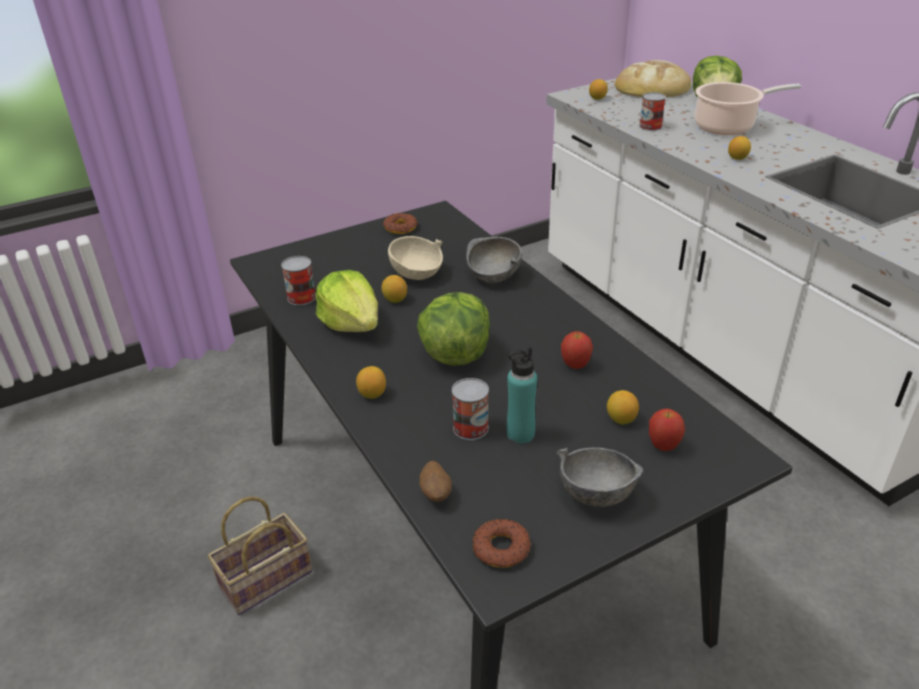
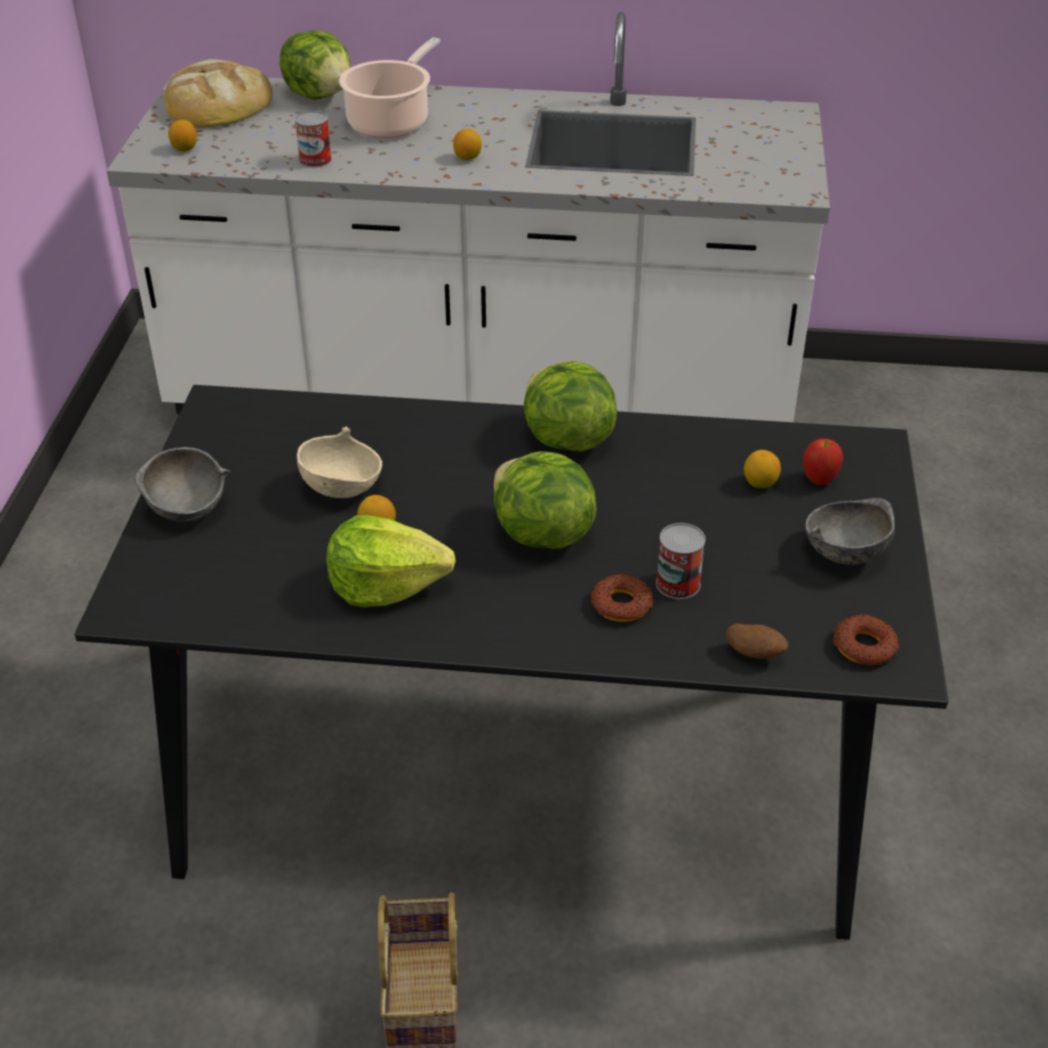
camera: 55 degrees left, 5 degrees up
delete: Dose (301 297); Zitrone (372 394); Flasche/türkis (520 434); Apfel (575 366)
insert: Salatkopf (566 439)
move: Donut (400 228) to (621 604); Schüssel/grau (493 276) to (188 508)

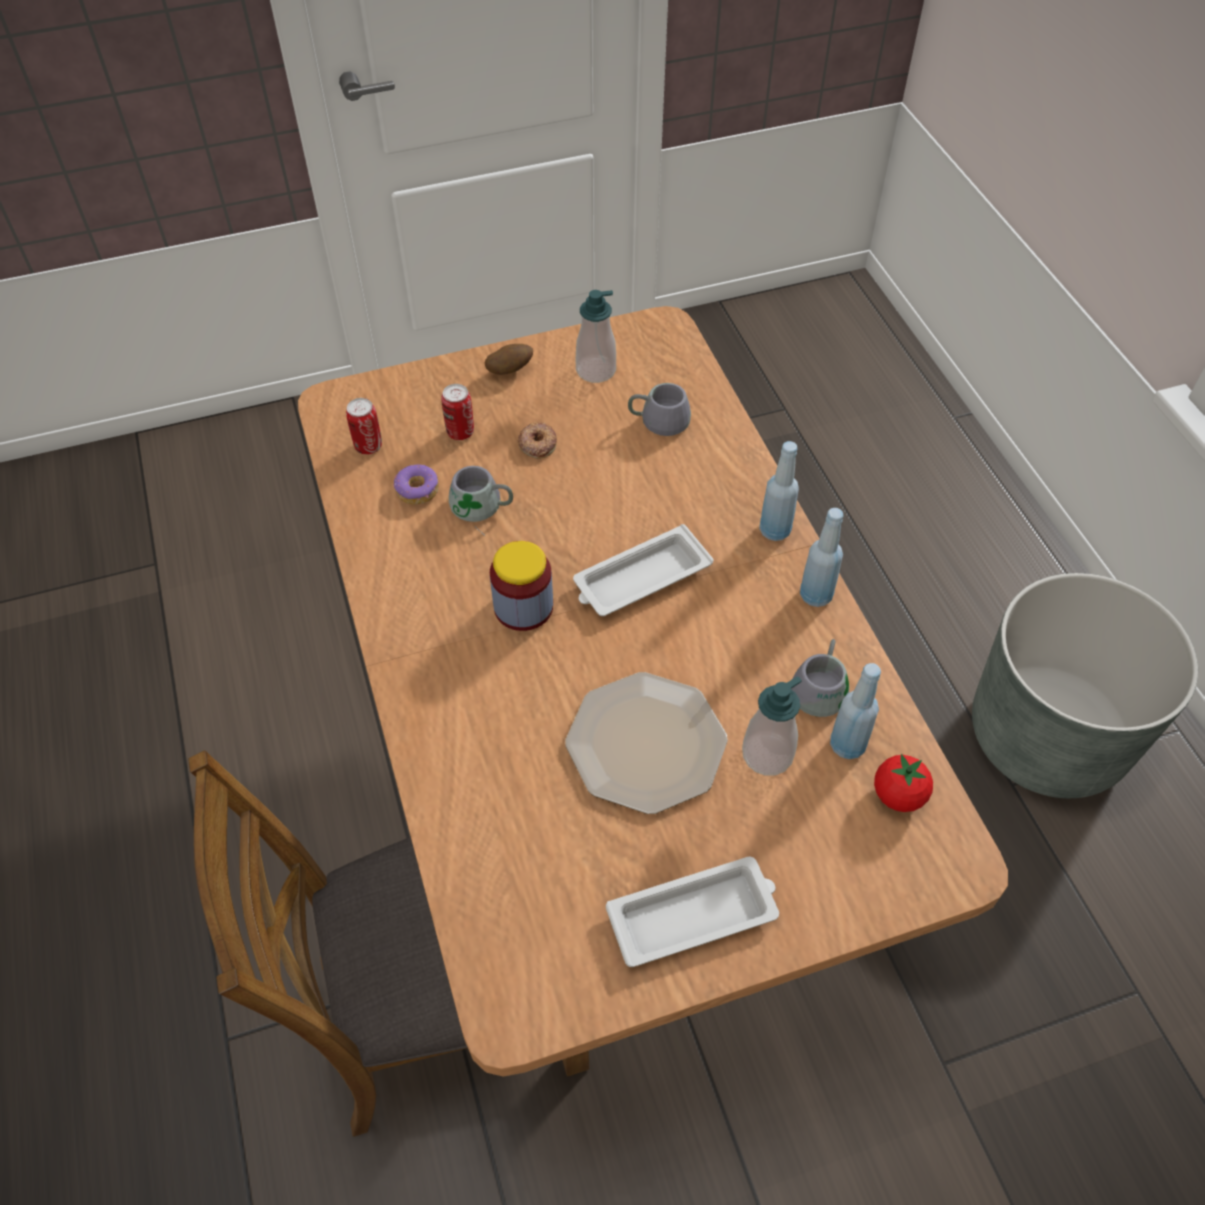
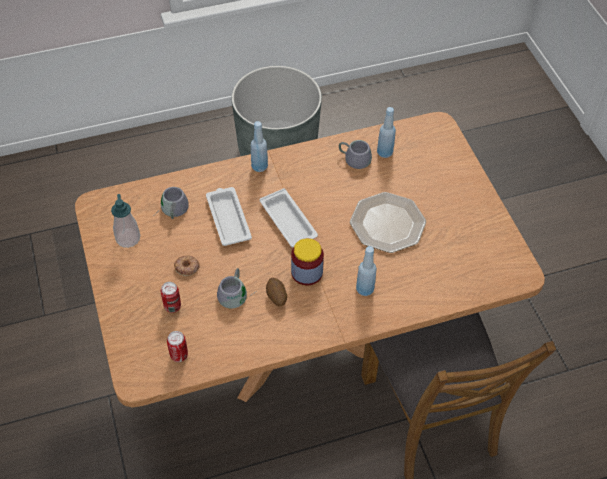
camera: 90 degrees left, 0 degrees up
delete: Donut (417 490); Seifenspender (767 754); Tomate (898 795)
move: Kartoffel (510 370) to (276 297); Tablett/weiß (695 915) to (228 218); Flasche/blau (815 595) to (365 289)

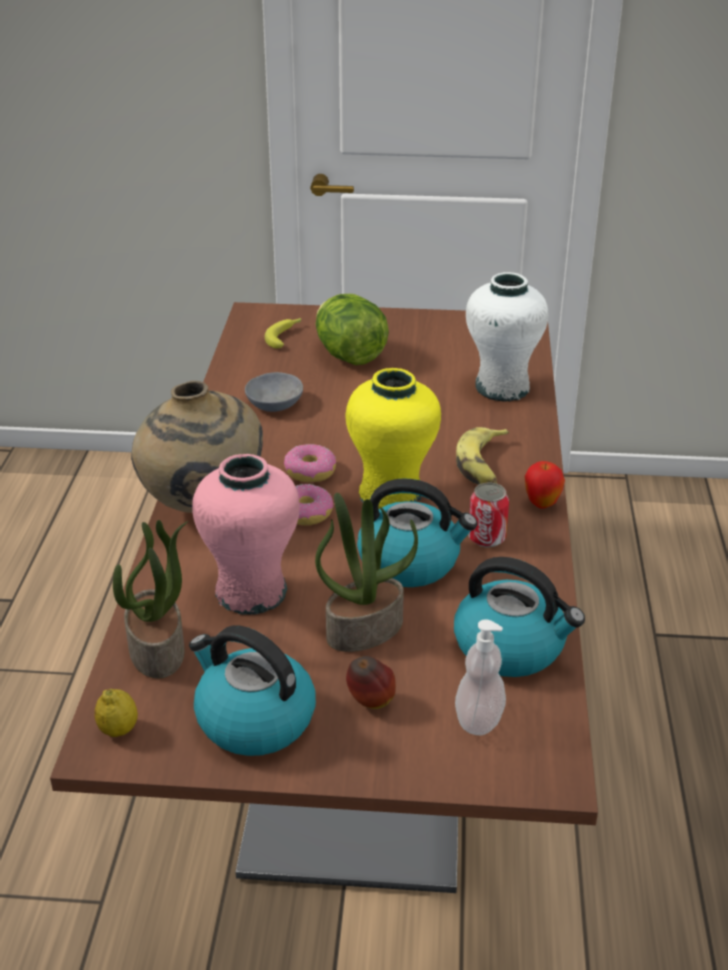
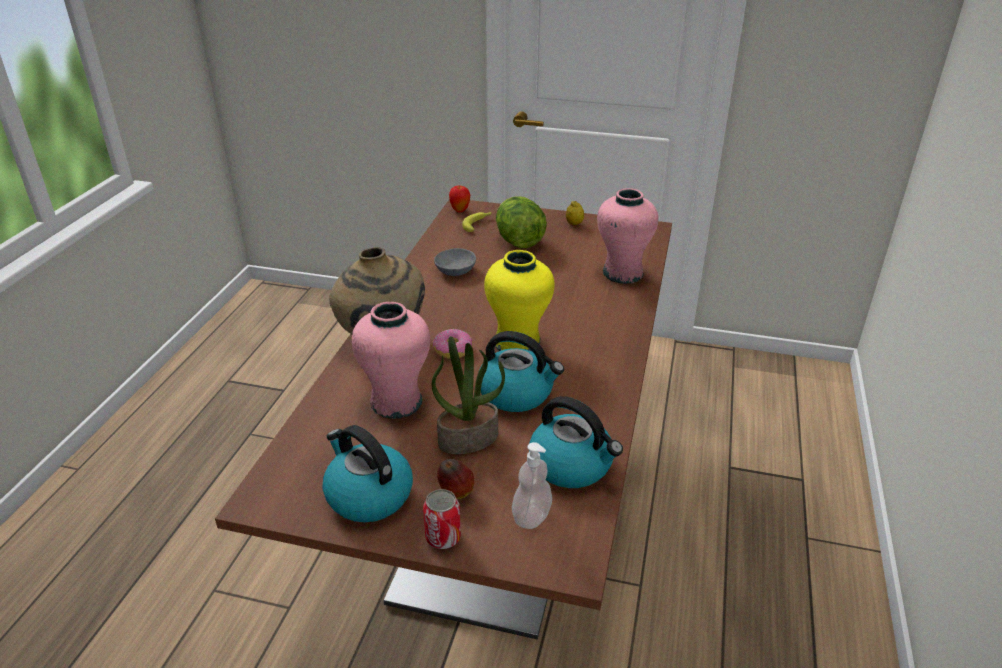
camera: 10 degrees right, 0 degrees up
delete: Topfpflanze (158 650); Donut (310 471); Banane (483 465)
move: Zitrone (118 730) to (574 224); Dose (486 538) to (443 537); Apfel (541 504) to (460 210)
recolor: Vase/weiß (502 387) to Vase/rosa (622 273)

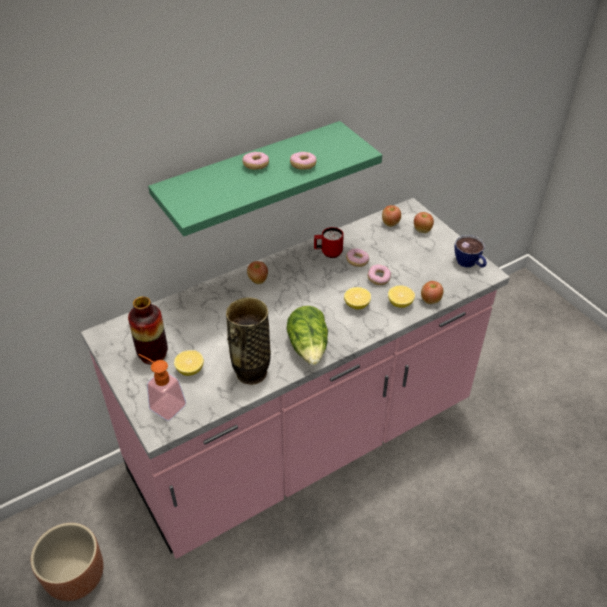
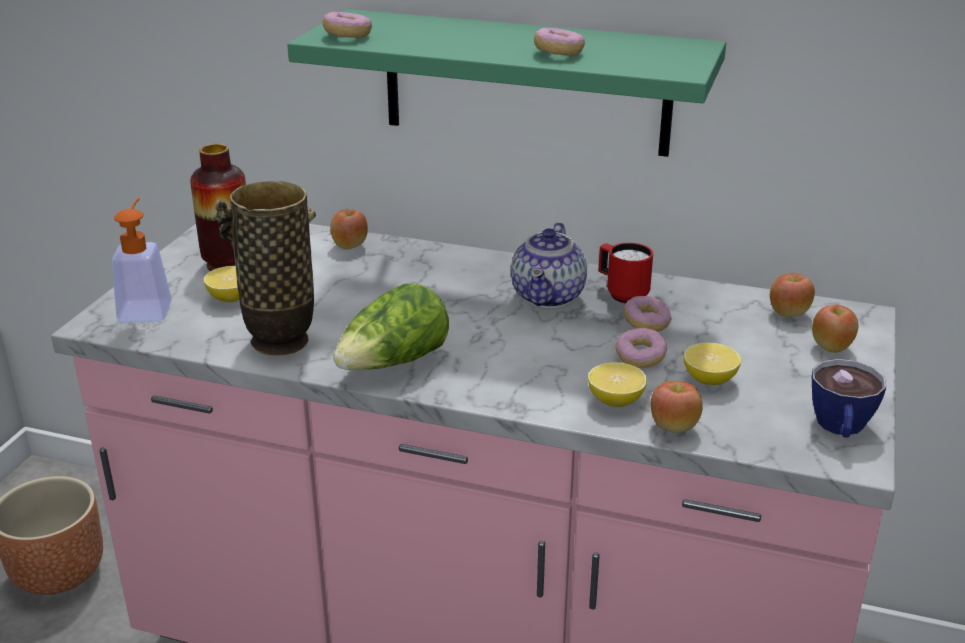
camera: 50 degrees right, 15 degrees down
insert: Teekanne (549 297)
move: Donut (256 166) to (348 36); Apfel (257 280) to (349 246); Zitrone (357 305) to (709 380)

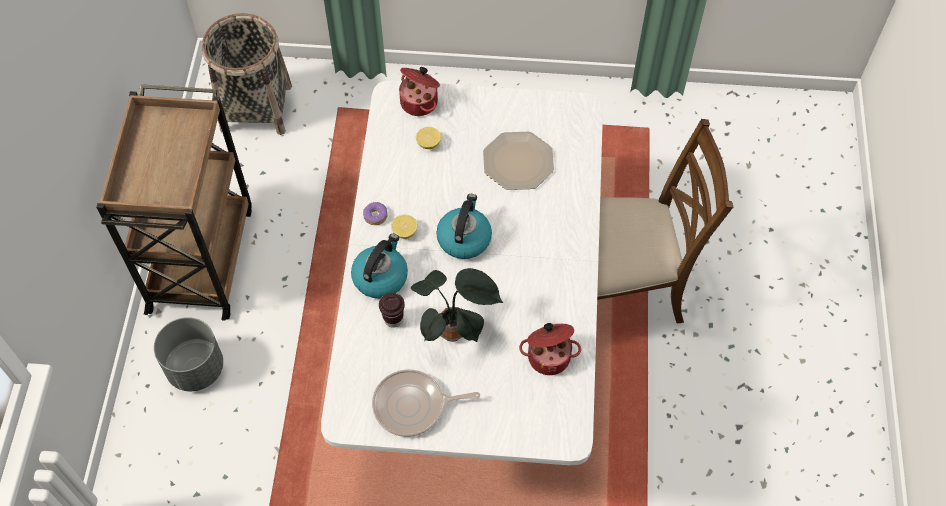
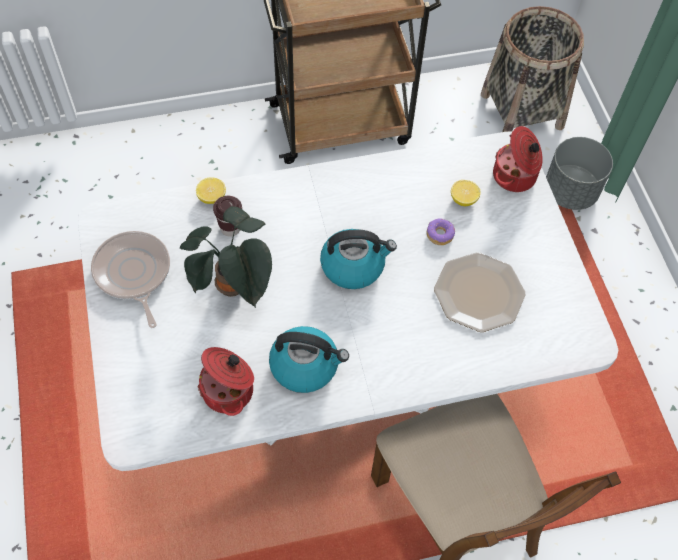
camera: 70 degrees right, 0 degrees up
move: Pflanzkübel/grau (195 368) to (570 191); Wasserkessel (380 277) to (305 366); Donut (375 216) to (439 234); Zitrone (404 232) to (212 197)

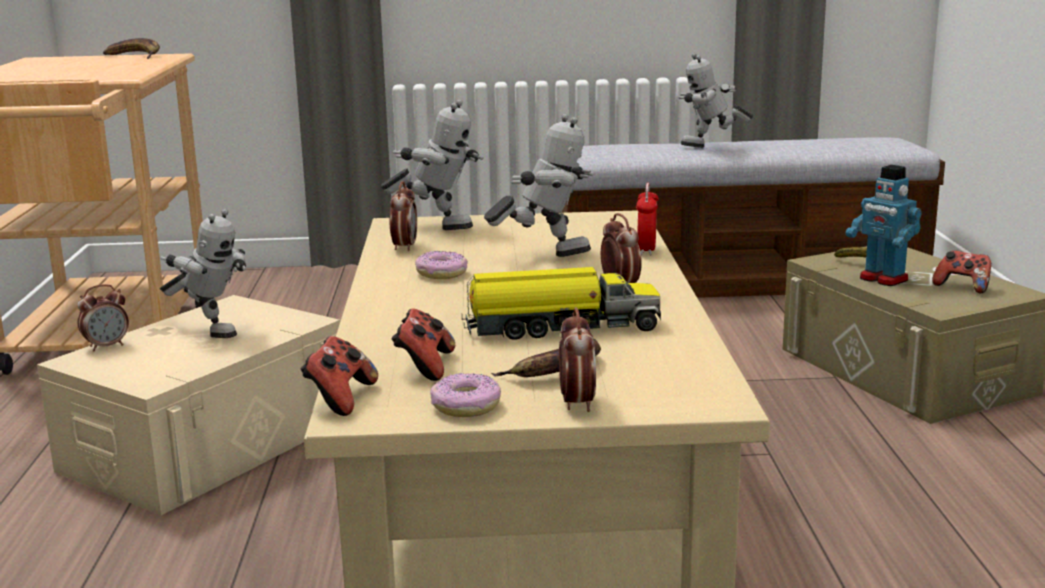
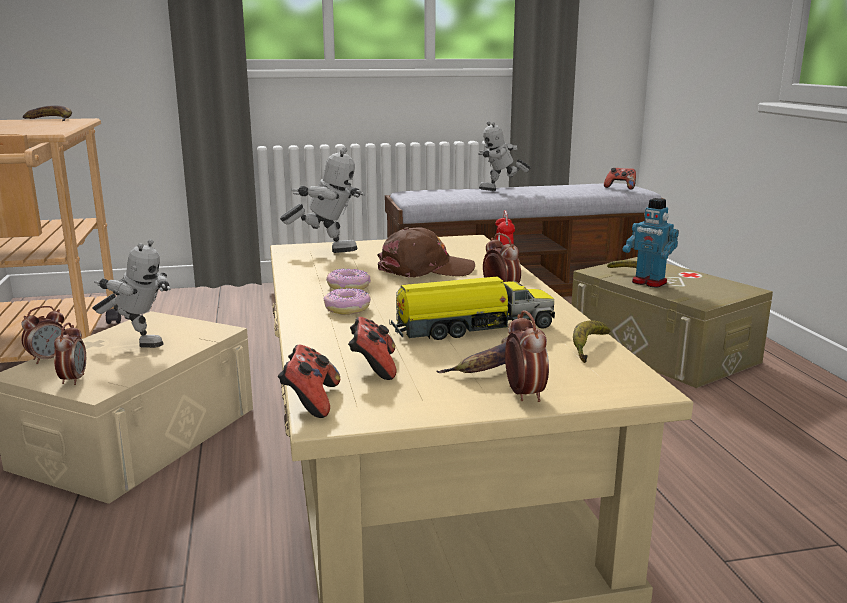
camera: 10 degrees left, 0 degrees up
insert: Banane (587 348)
move: Wecker (404 247) to (73 380); Donut (466 406) to (347 308); Gamepad (963 287) to (620 188)
replace: Spielzeugroboter (545 254) to Kappe/braun (425 269)

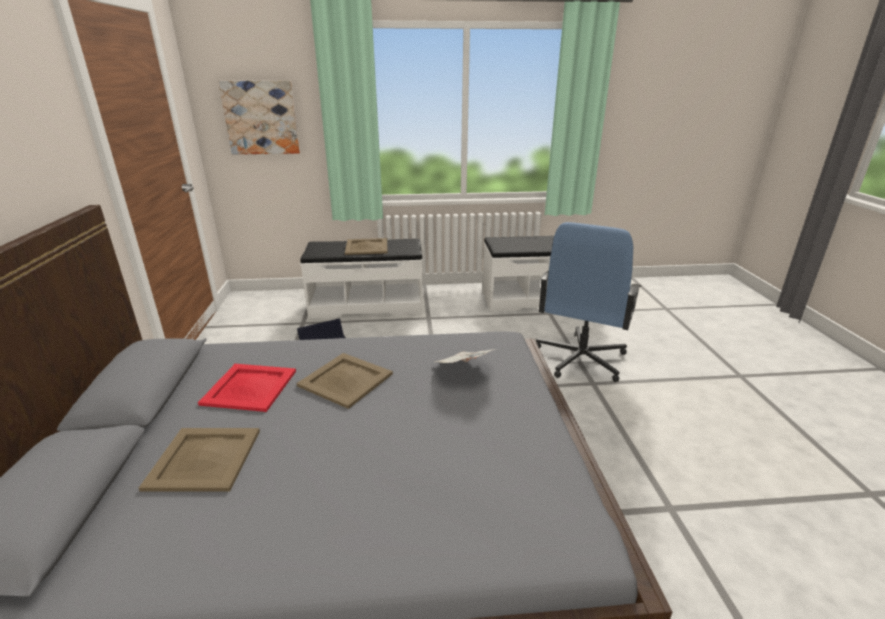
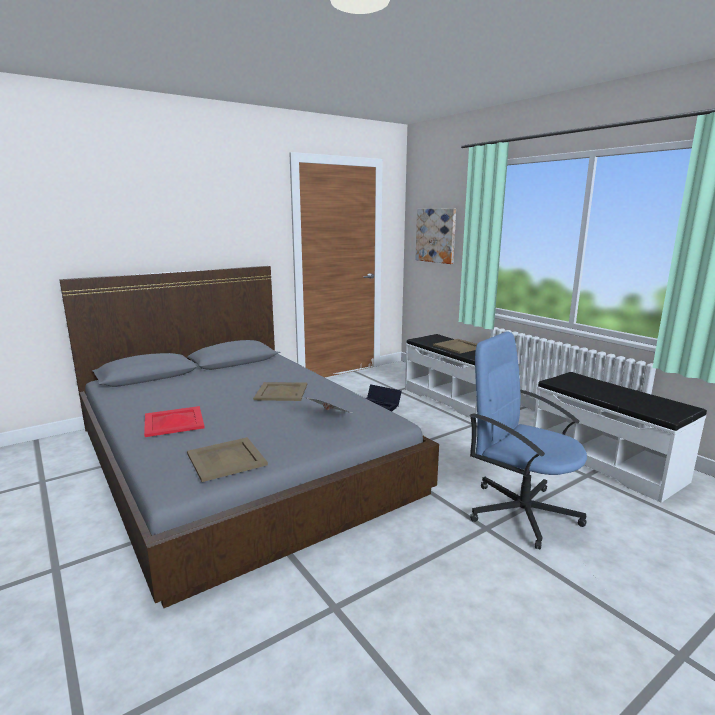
camera: 60 degrees right, 10 degrees down
move: Tablett/beige (205 458) to (227 459); Tablett/rot (249 387) to (174 421)
rotate: Bürostuhl/blau (580 359) = (521 511) 45 degrees clockwise

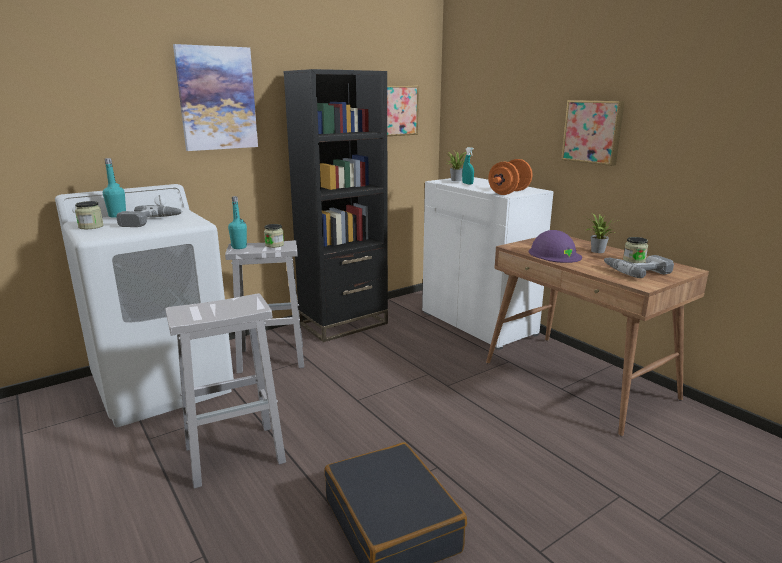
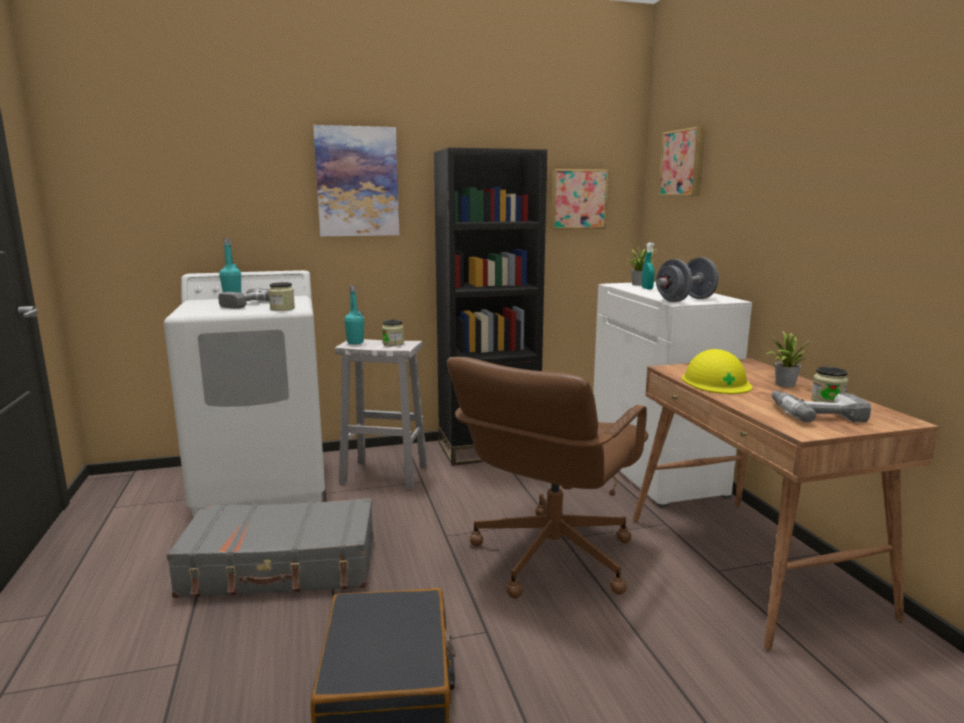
camera: 20 degrees right, 5 degrees down
insert: Bürostuhl/braun (550 556)
move: Vorratsglas (91 227) to (282 308); Bild (593 131) to (684 163)
replace: Hocker/weiß (236 454) to Koffer/grau (281 567)
recolor: Hantel/orange (509 192) to Hantel/grau (685 300); Schutzhelm/lila (554 254) to Schutzhelm/gelb (716 382)

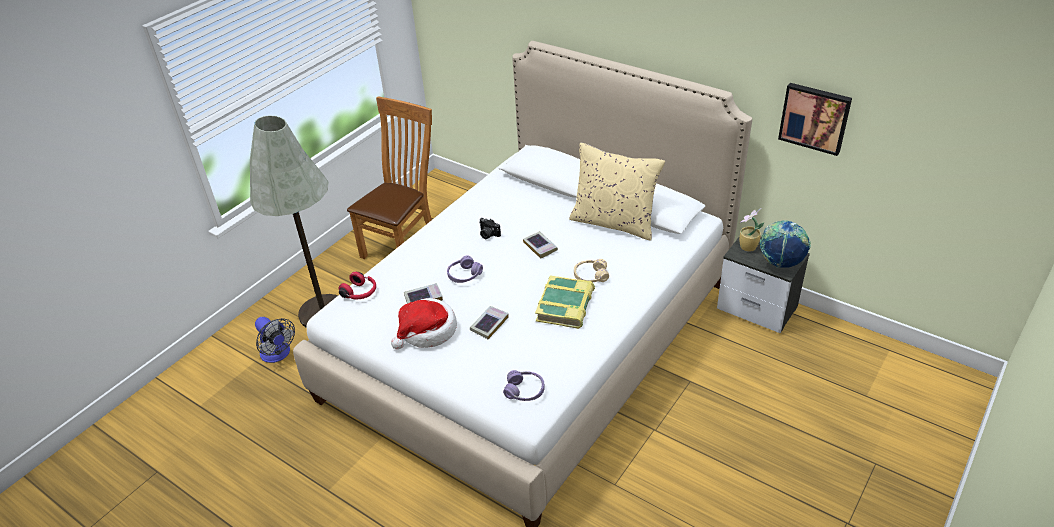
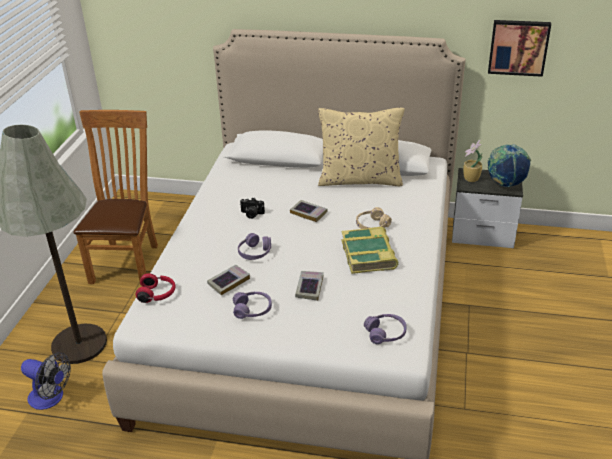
camera: 25 degrees left, 5 degrees down
replace: Hut (427 331) to Kopfhörer/lila (252 310)

